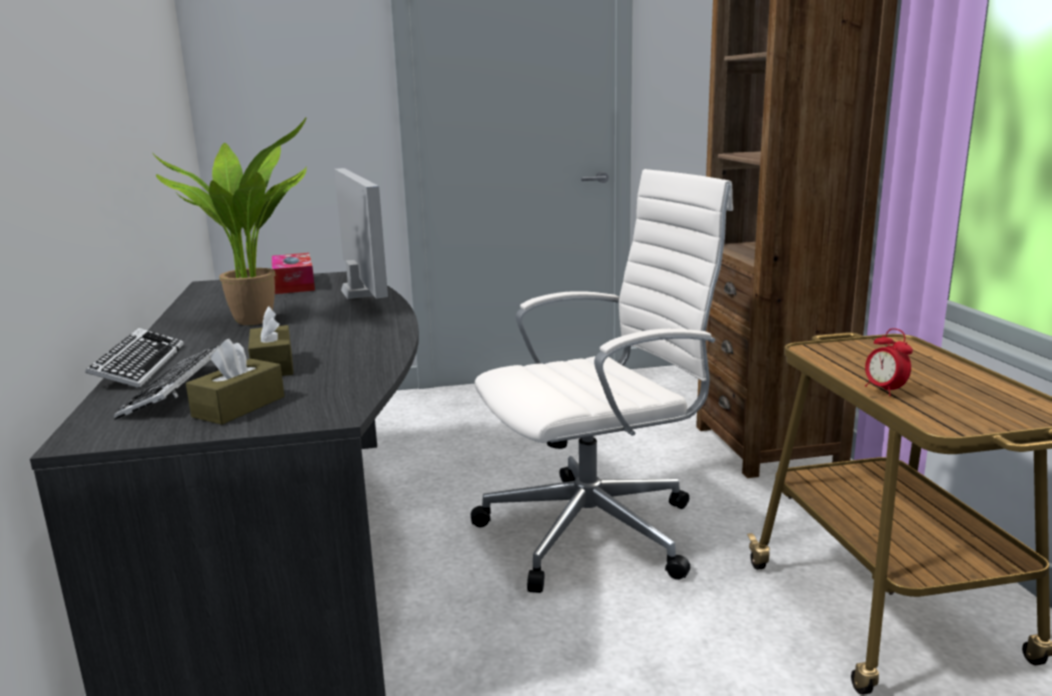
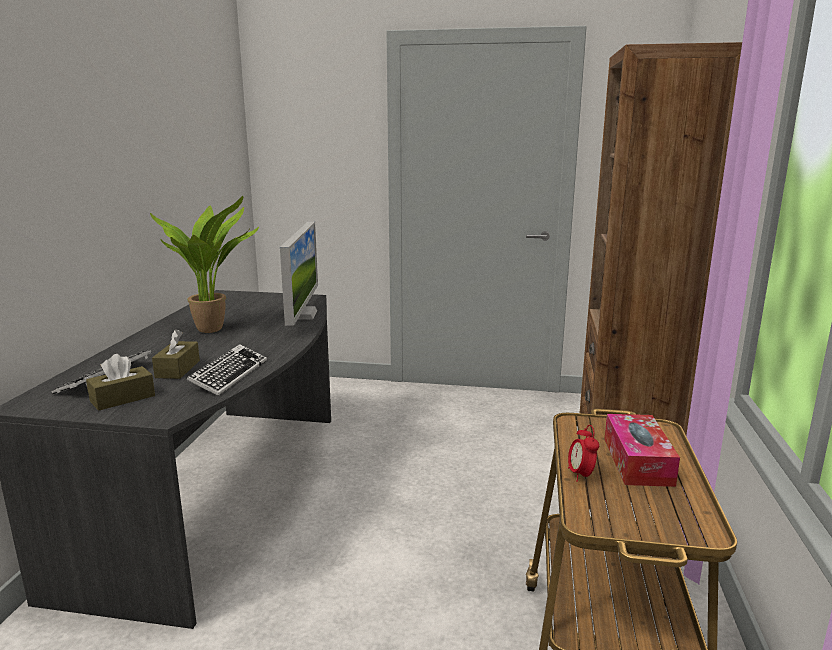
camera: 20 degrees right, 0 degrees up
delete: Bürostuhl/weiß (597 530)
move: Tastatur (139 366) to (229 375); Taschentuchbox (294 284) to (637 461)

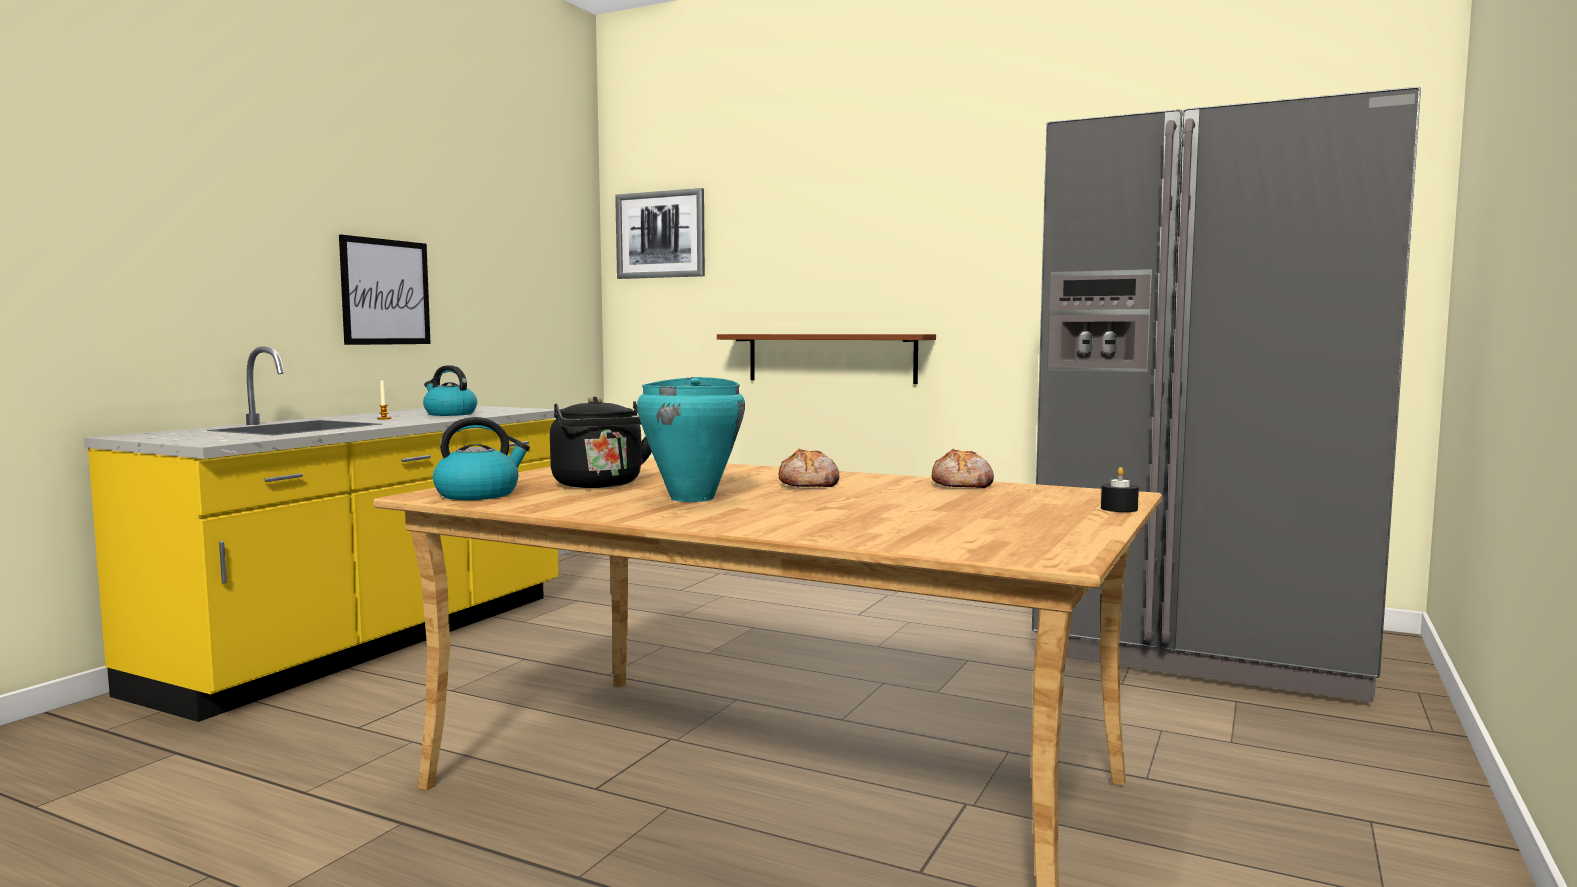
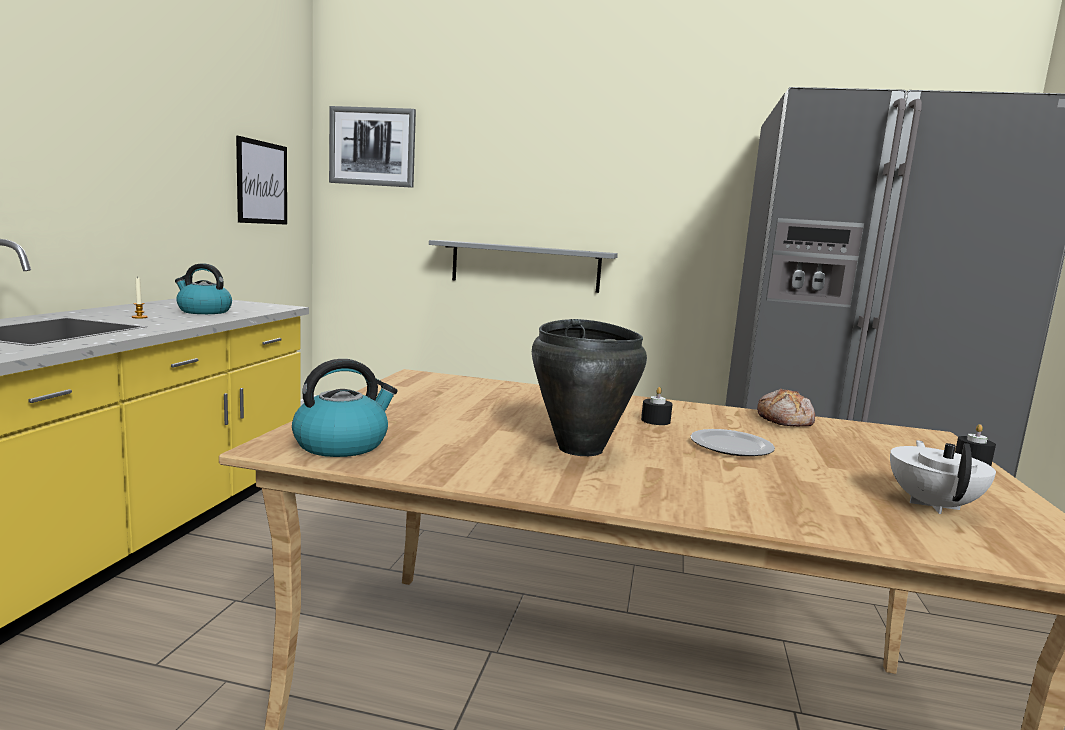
camera: 15 degrees left, 5 degrees up
delete: Wasserkessel/schwarz (600 485)
insert: Teller (730 446); Teekanne/weiß (933 505)
move: Bild (385 292) to (262 183)
replace: Brot (810 484) to Kerze/schwarz (655 420)
recolor: Kochtopf/türkis (693 498) to Kochtopf/schwarz (581 448); Wandregal/braun (831 358) to Wandregal/grau (525 266)

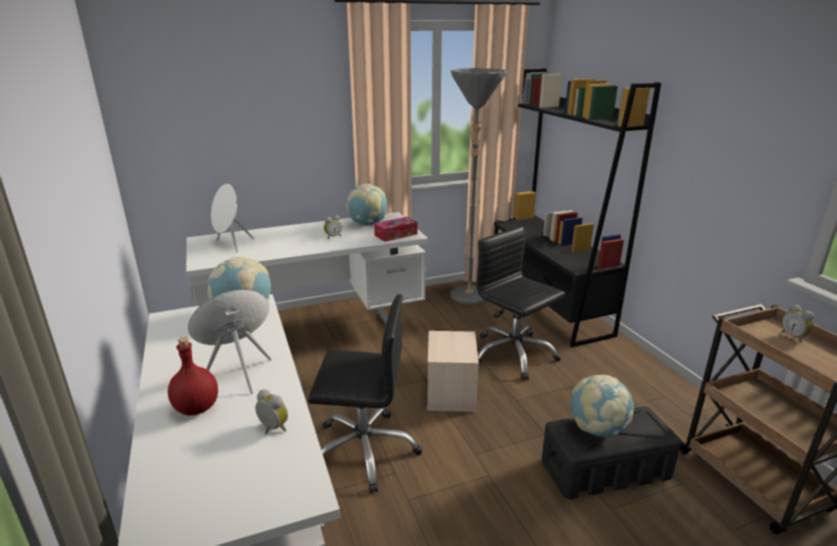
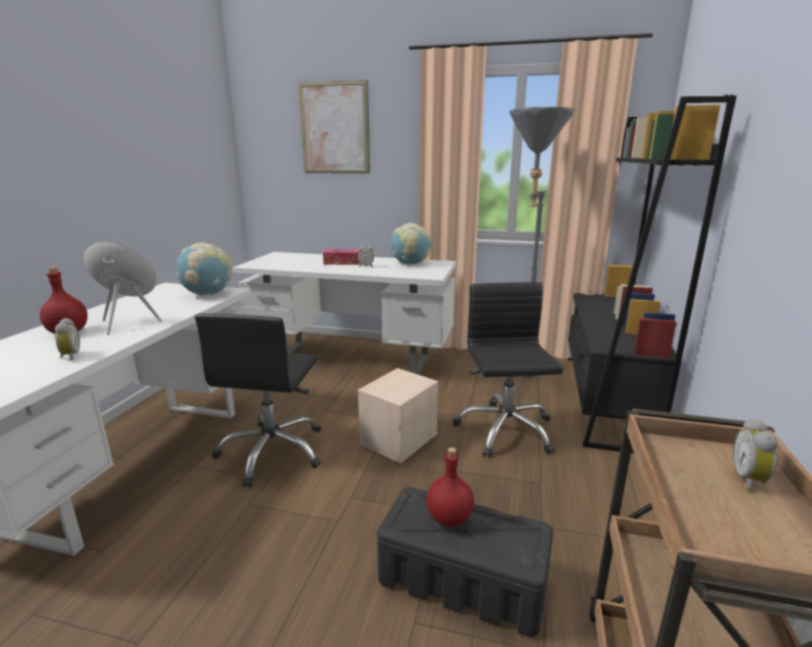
camera: 35 degrees right, 5 degrees down
delete: Lautsprecher/weiß (231 245)
insert: Bild (334 128)
move: Taschentuchbox (396 235) to (342 262)
replace: Globus (597 429) to Flasche/rot (449 517)
rotate: Bürostuhl/schwarz (364 450) = (273 452) 60 degrees clockwise

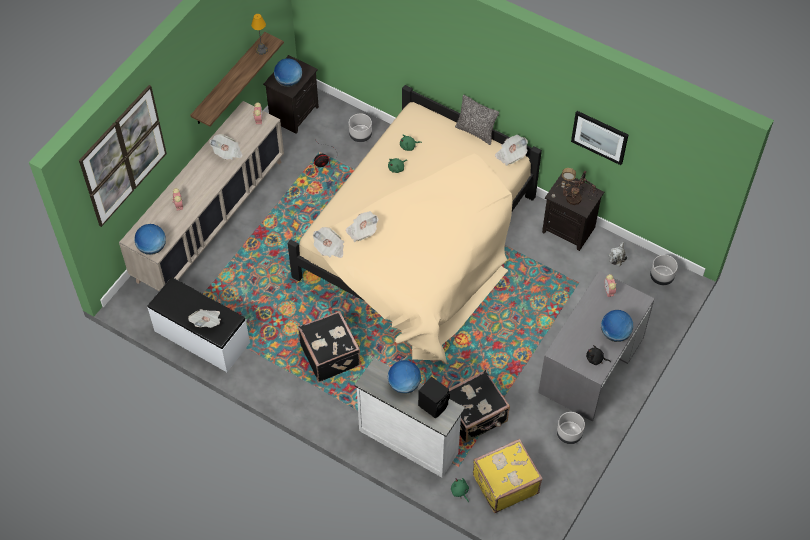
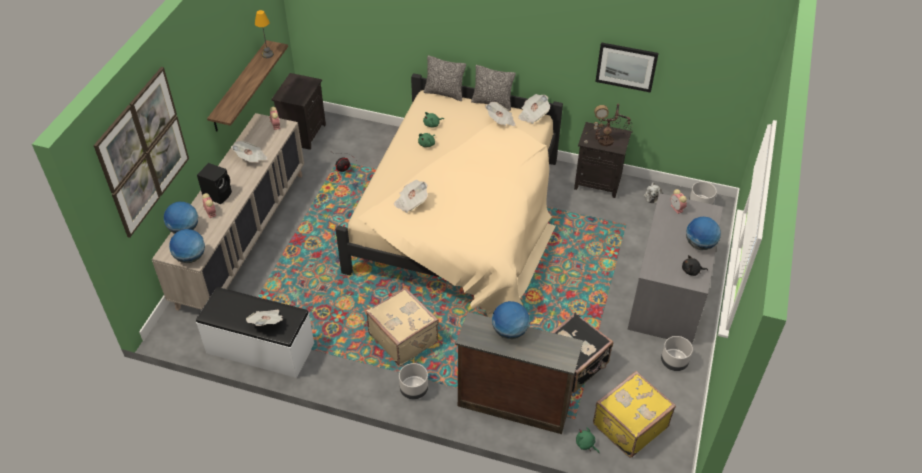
camera: 15 degrees left, 10 degrees down
insert: Kissen (444 93)
move: Globus (289 82) to (184 229); Zeitung (329 248) to (500 121); Pflanzkübel/grau (360 135) to (413 389); Lautsprecher/schwarz (434 405) to (218 194)
recolor: Koffer/schwarz (331 354) to Koffer/beige (404 337); Kommode/weiß (408 440) to Kommode/braun (513 404)

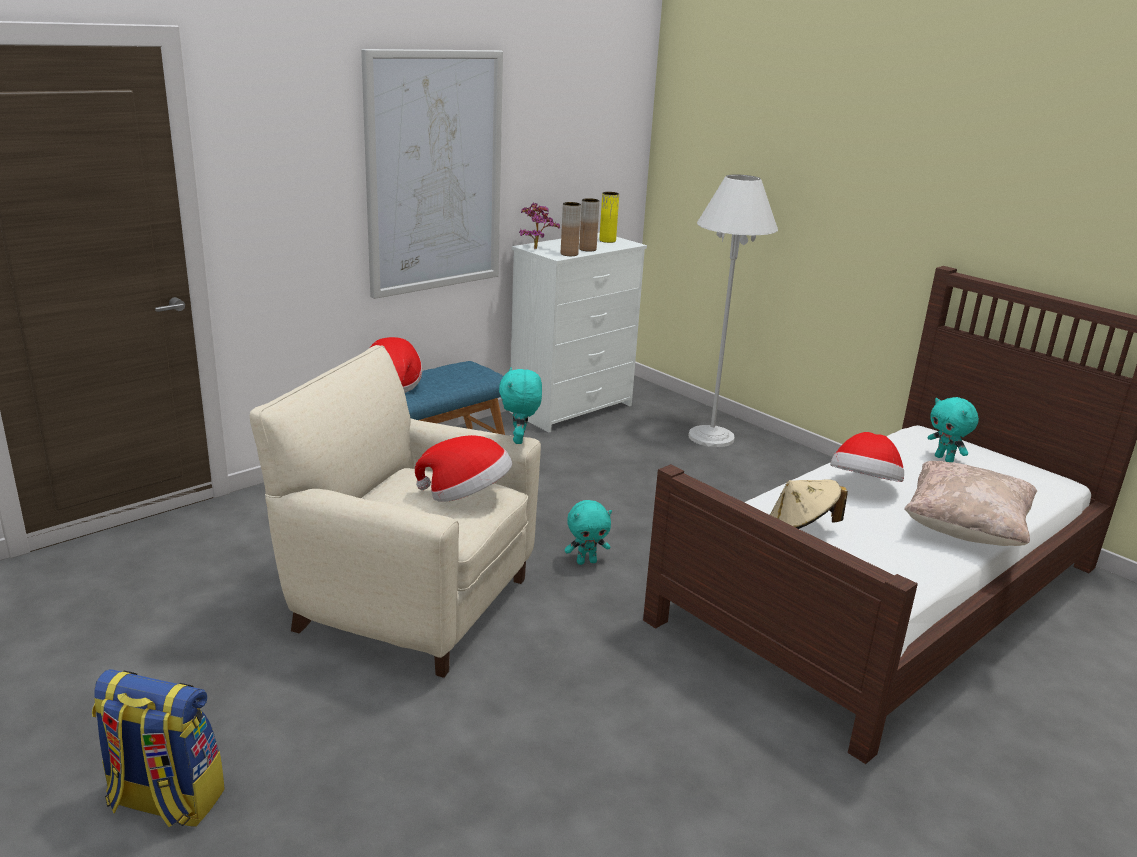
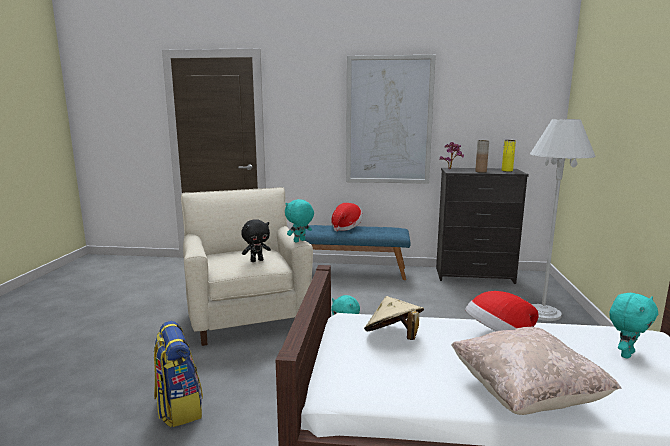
camera: 50 degrees right, 10 degrees down
delete: Vase/braun (569 254)
move: Rucksack (164 801) to (179 407)
replace: Hut (466 496) to Plüschtier/schwarz (257 260)
recolor: Kommode/weiß (573 409) to Kommode/schwarz (475 275)
rotate: Plüschtier/türkis (945 459) = (625 354) 150 degrees counterclockwise

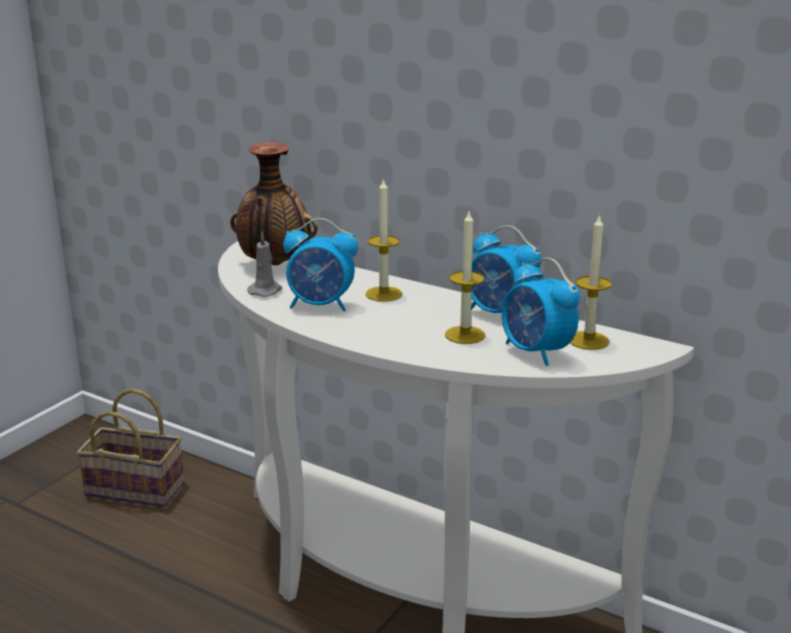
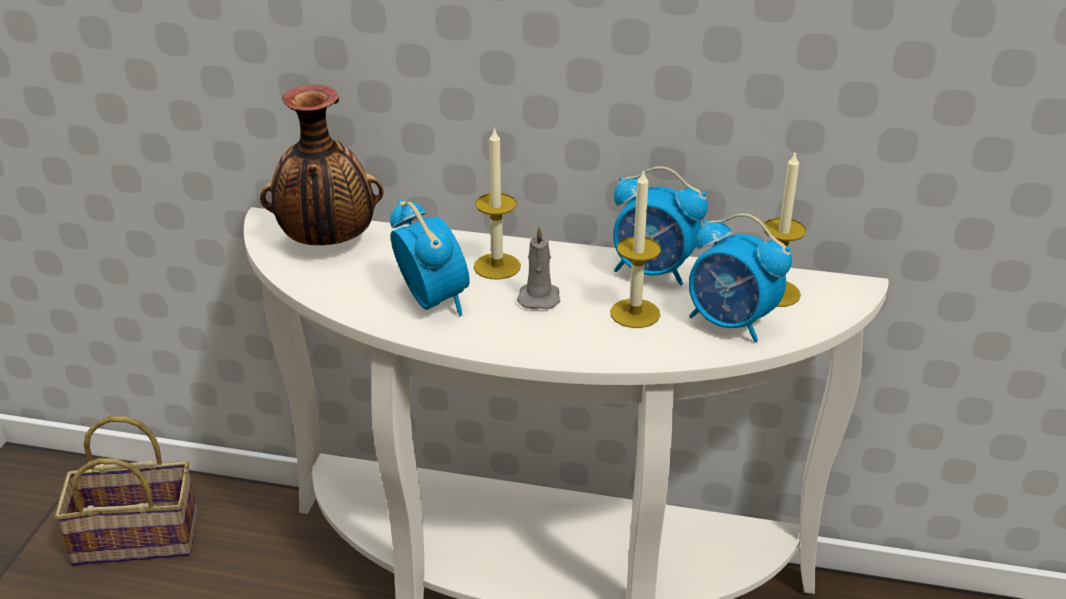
camera: 20 degrees left, 10 degrees up
move: Kerze/grau (266 290) to (539 297)
rotate: Wecker (321 305) = (432 301) 105 degrees counterclockwise

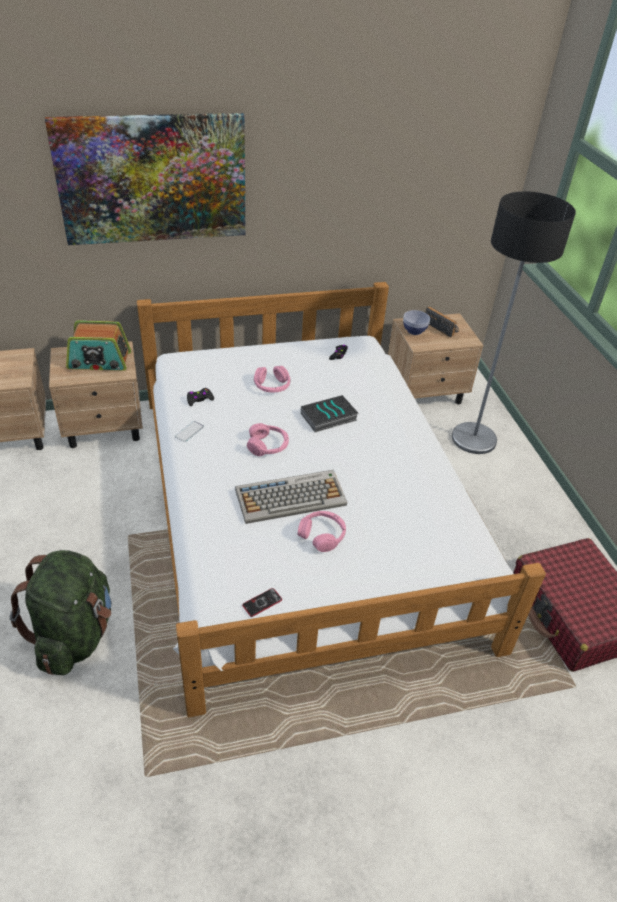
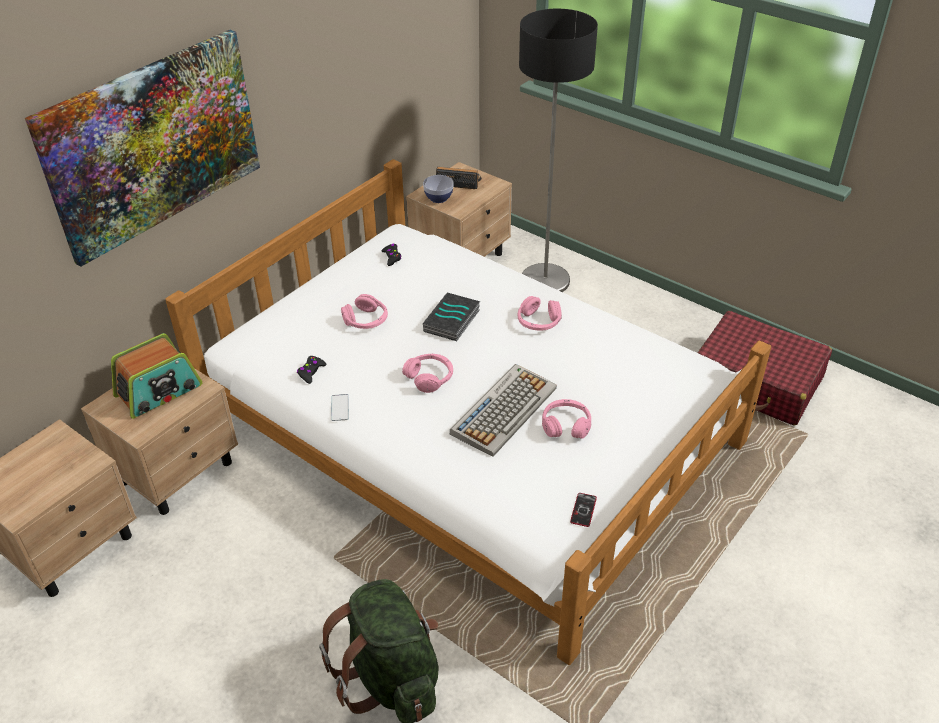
camera: 35 degrees left, 0 degrees up
insert: Kopfhörer/rosa (538 322)

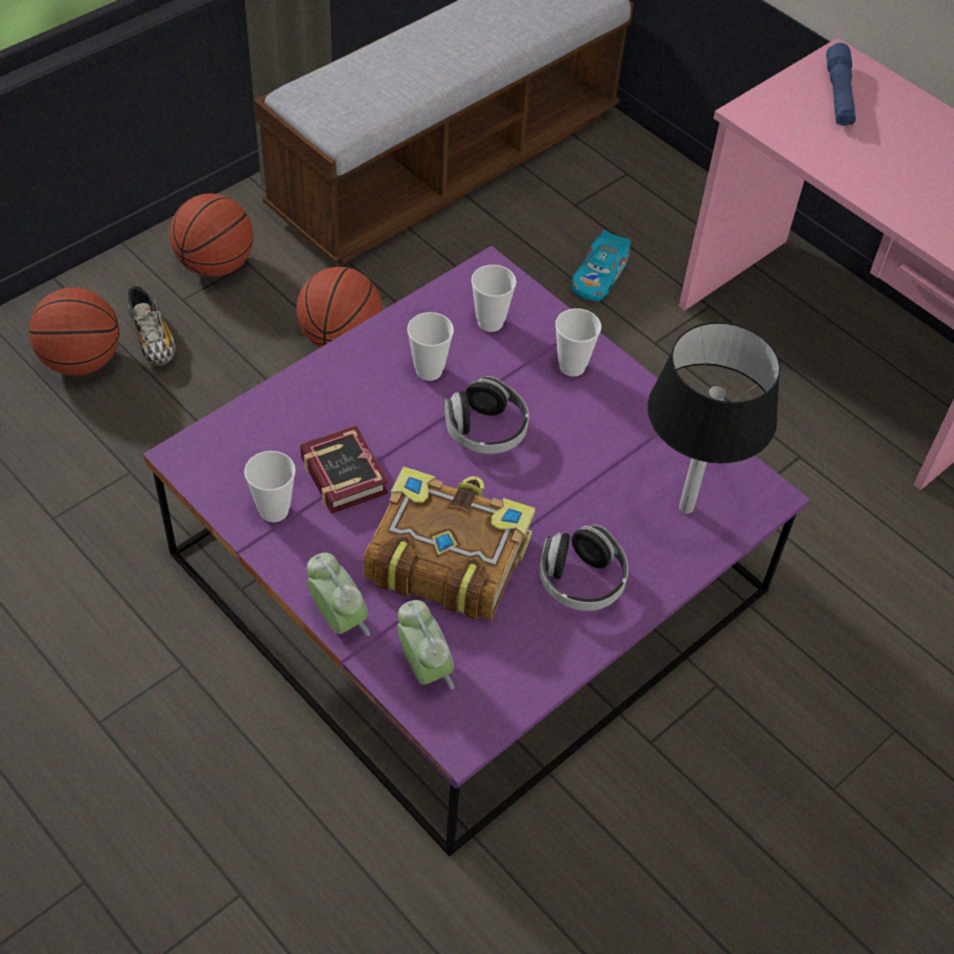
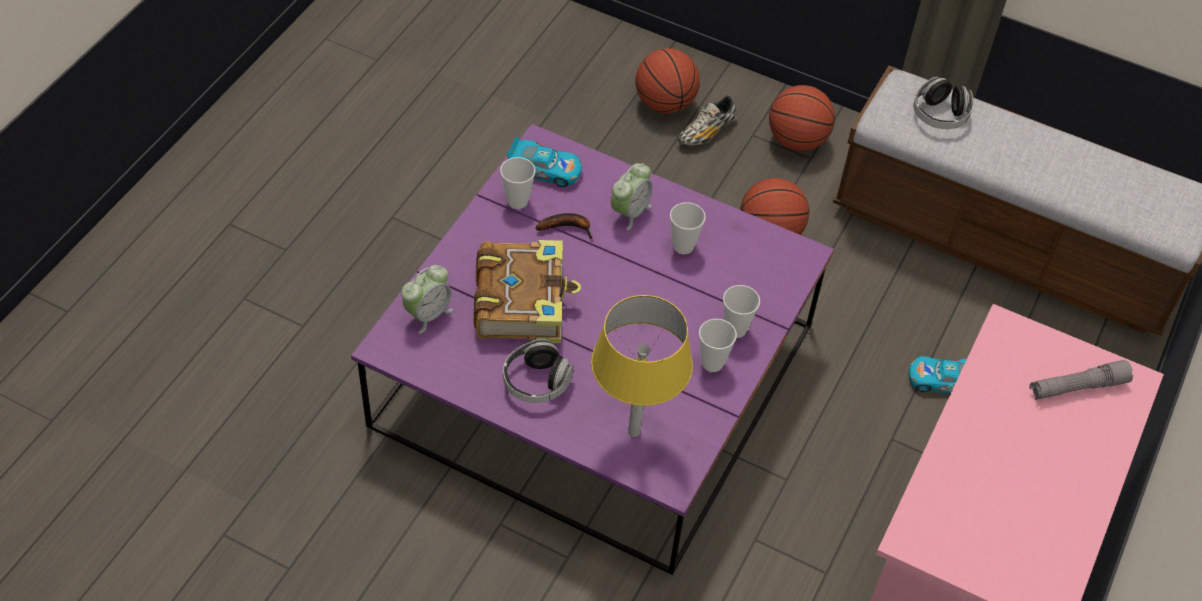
camera: 70 degrees right, 0 degrees up
insert: Spielzeugauto (545 170)
move: Wecker (338 620) to (630 212); Kopfhörer (485 431) to (939 115); Tasse (490 322) to (712 363)
replace: Buch (344 472) to Banane (567 227)
recolor: Tischlampe/schwarz (686 507) to Tischlampe/gelb (634 432); Taschenlampe/blau (839 95) to Taschenlampe/grau (1077 387)

